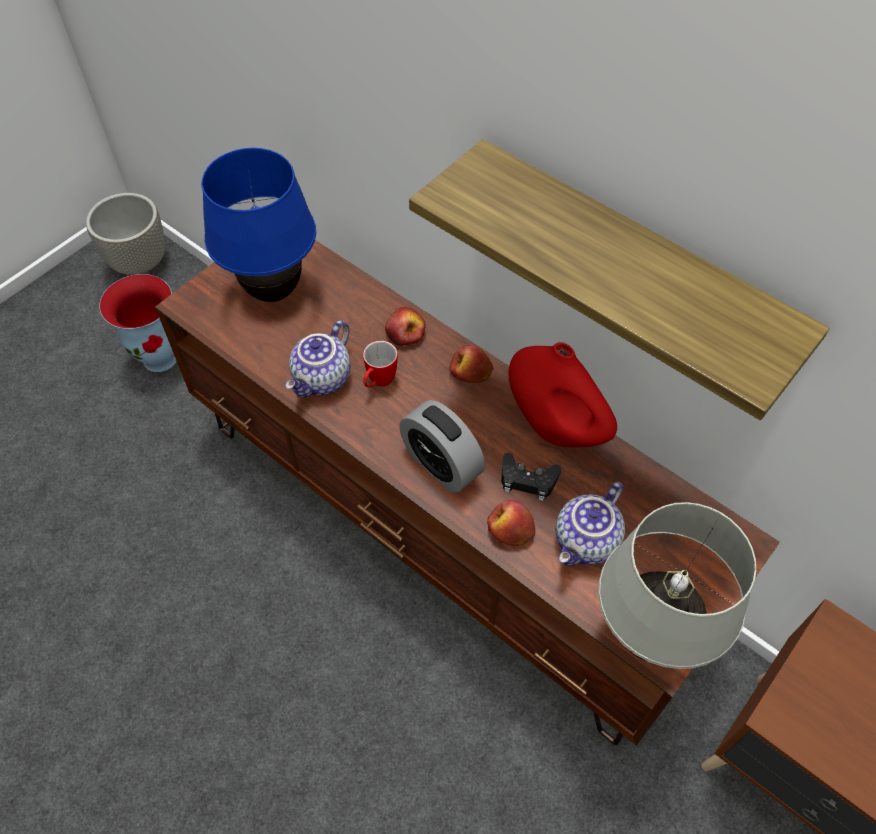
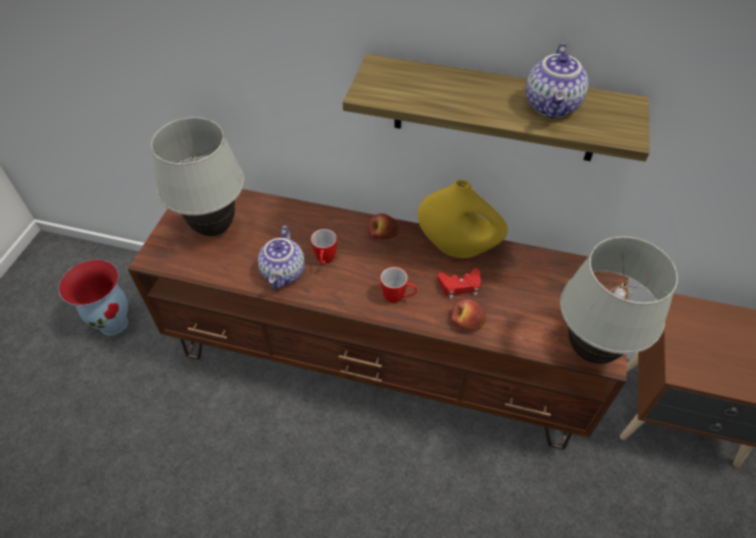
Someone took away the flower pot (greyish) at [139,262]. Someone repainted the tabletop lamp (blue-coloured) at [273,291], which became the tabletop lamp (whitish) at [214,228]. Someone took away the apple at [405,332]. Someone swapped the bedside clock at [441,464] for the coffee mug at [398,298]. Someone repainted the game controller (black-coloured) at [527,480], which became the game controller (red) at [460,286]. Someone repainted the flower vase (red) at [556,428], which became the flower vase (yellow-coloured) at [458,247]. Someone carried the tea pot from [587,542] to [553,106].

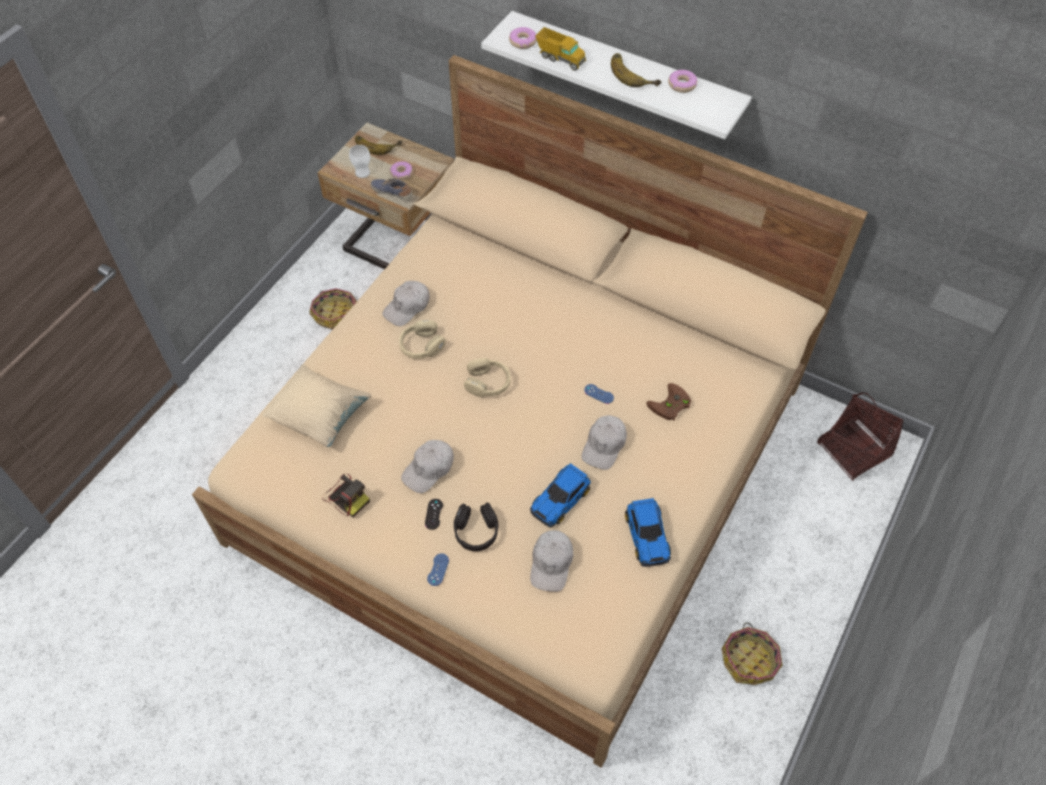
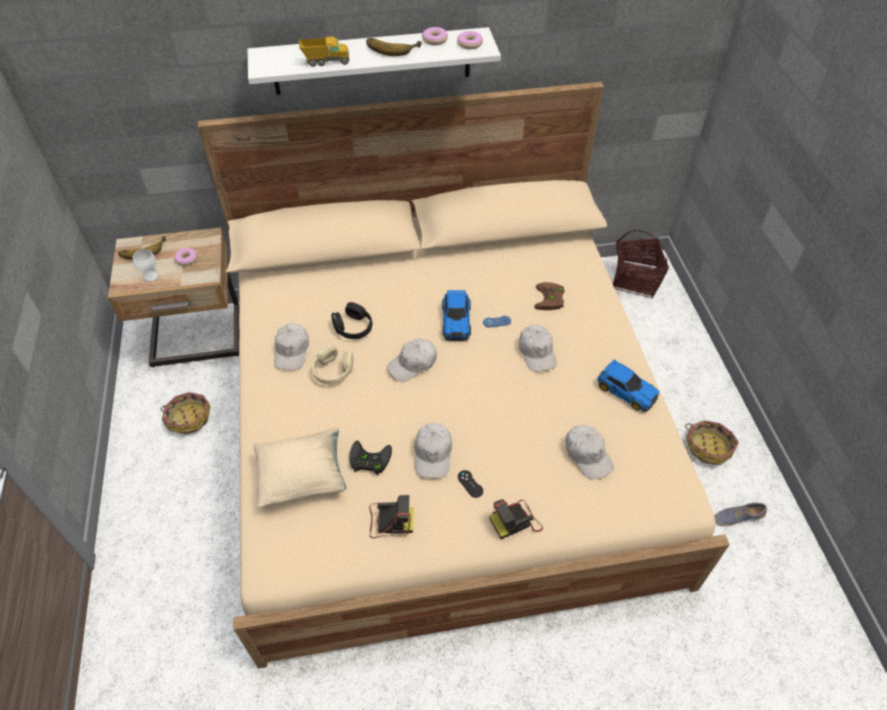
Someone carried the low shoe from [392,192] to [737,517]. Someone swapped the game controller (blue-coloured) at [438,569] for the photo camera at [515,521]. Someone carried the pair of headphones (black-coloured) from [476,531] to [353,327]. Someone swapped the pair of headphones (beige-coloured) at [488,383] for the baseball cap (whitish) at [413,364]. Someone carried the ring doughnut from [523,42] to [470,44]. Someone carried the toy car from [561,499] to [456,320]. Someone put down the game controller (black-coloured) at [368,460].

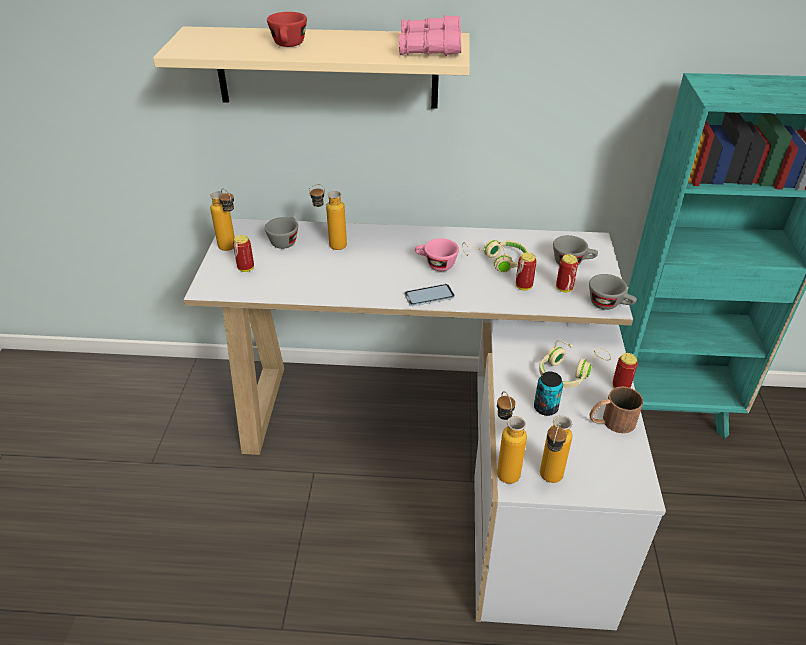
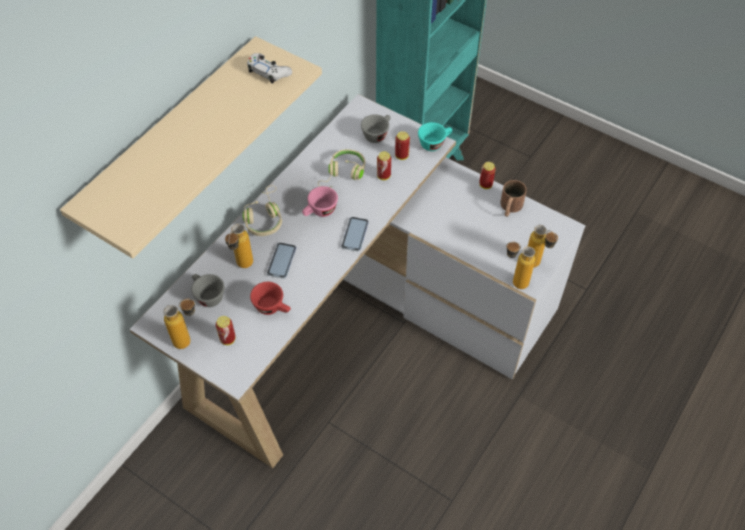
Someone carried the small cup (red) from [289,45] to [273,307]. Someone swapped the pair of binoculars (pink-coloured) at [429,47] for the game controller (whitish) at [268,72]. Someone took away the sealed can at [545,408]. Someone carried the pair of headphones (beige-coloured) from [569,372] to [264,218]. Someone repainted the small cup (greyish) at [609,304], which became the small cup (turquoise-coloured) at [434,143]. Someone put down the telephone at [281,261].

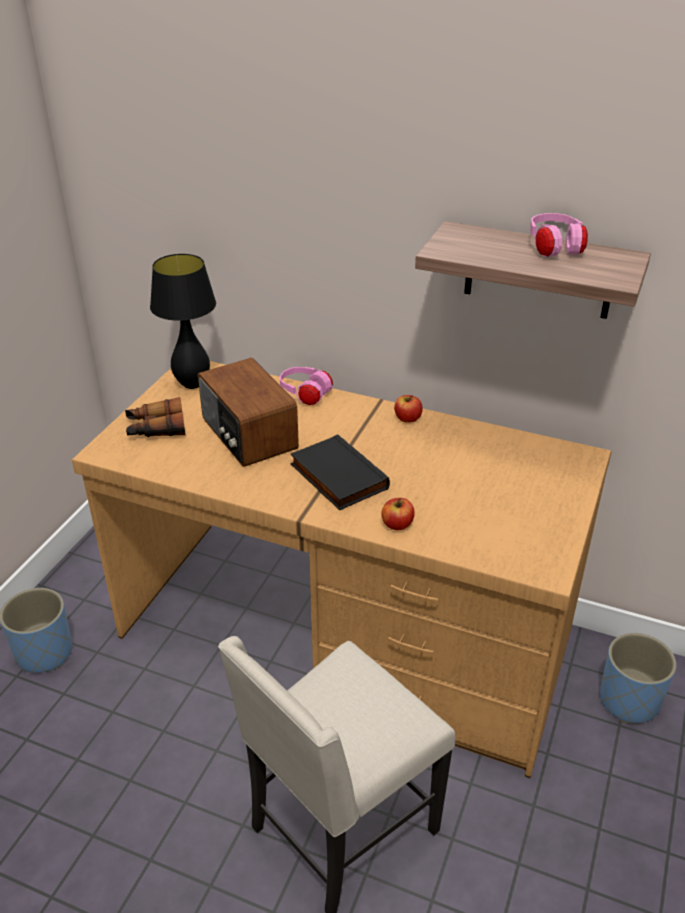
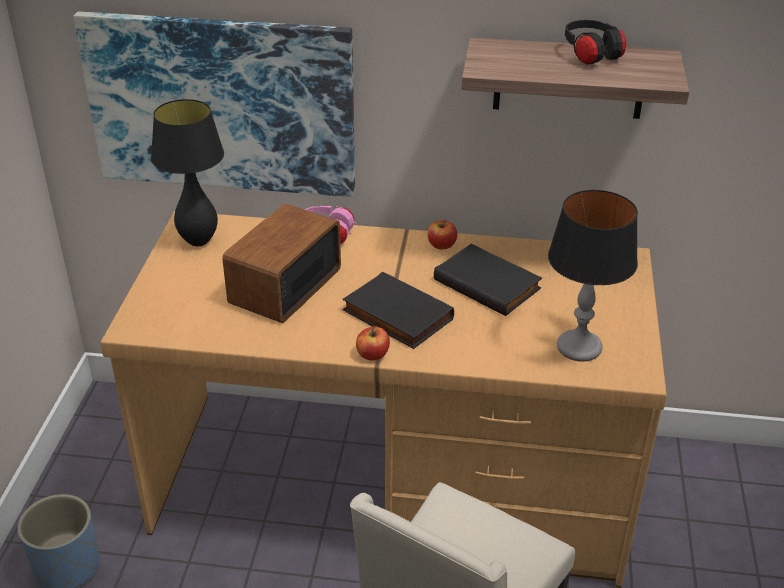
Someone took away the pair of binoculars at [156,428]. Someone rotated the radio set at [248,434] by 75 degrees clockwise. Someone carried the apple from [397,524] to [373,354]. Someone repainted the pair of headphones (pink-coloured) at [554,249], which became the pair of headphones (black-coloured) at [591,56]. Someone took away the flower pot (blue-coloured) at [629,701]. Someone put up the wall picture at [221,104]. Someone put down the volume (black-coloured) at [489,283]. Someone put down the tabletop lamp at [579,347].

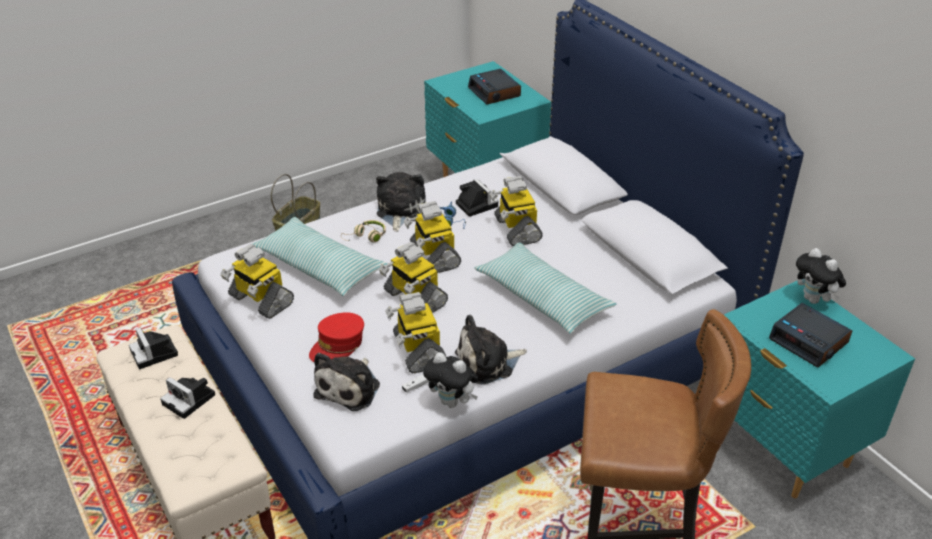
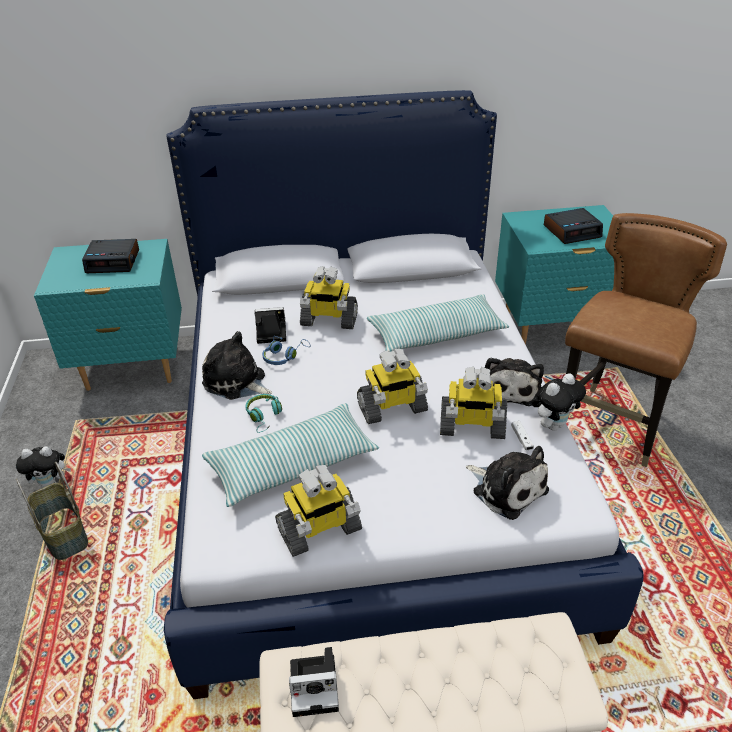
Someone took away the photo camera at [190,400]. Someone took away the baseball cap (red) at [338,345]. Someone repainted the pair of headphones (beige-coloured) at [366,237], which became the pair of headphones (turquoise-coloured) at [264,416]. Someone took away the model robot at [433,256]. Someone carried the cuddly toy from [814,300] to [51,484].

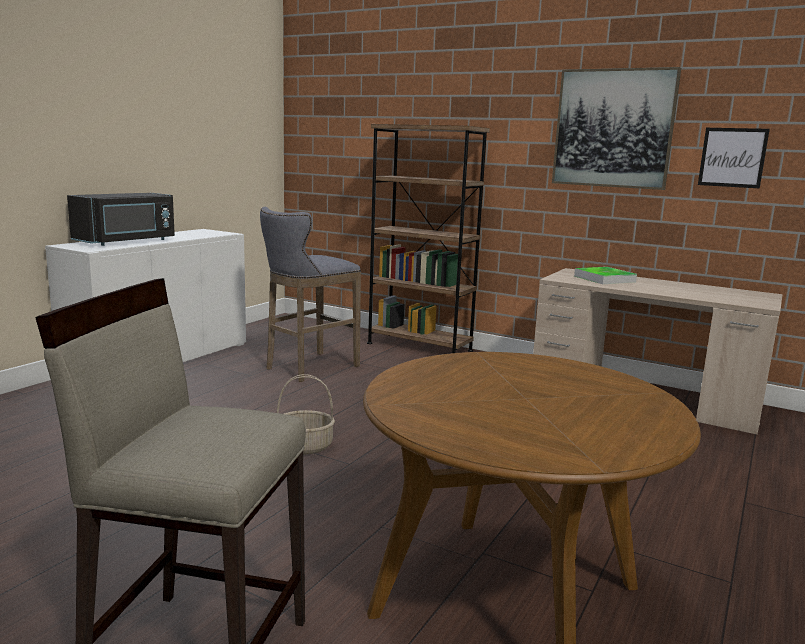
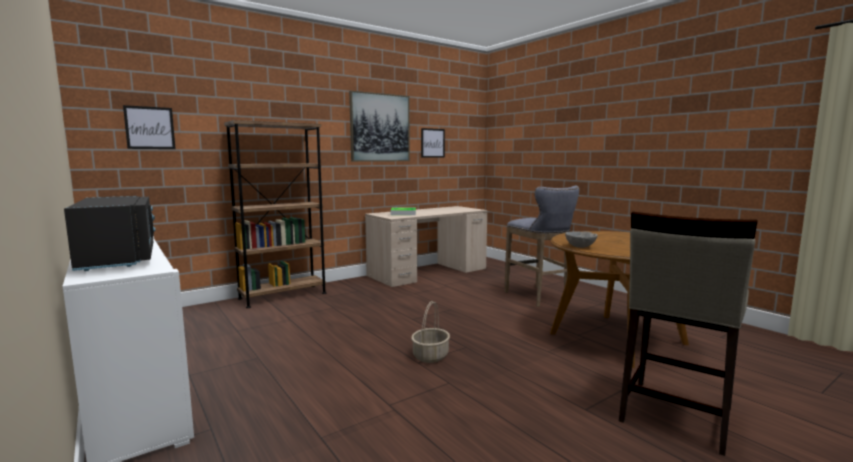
Someone carried the sitting stool (greyish) from [308,368] to [539,297]. Someone put up the wall picture at [150,128]. Someone put down the serving bowl (greyish) at [580,247].

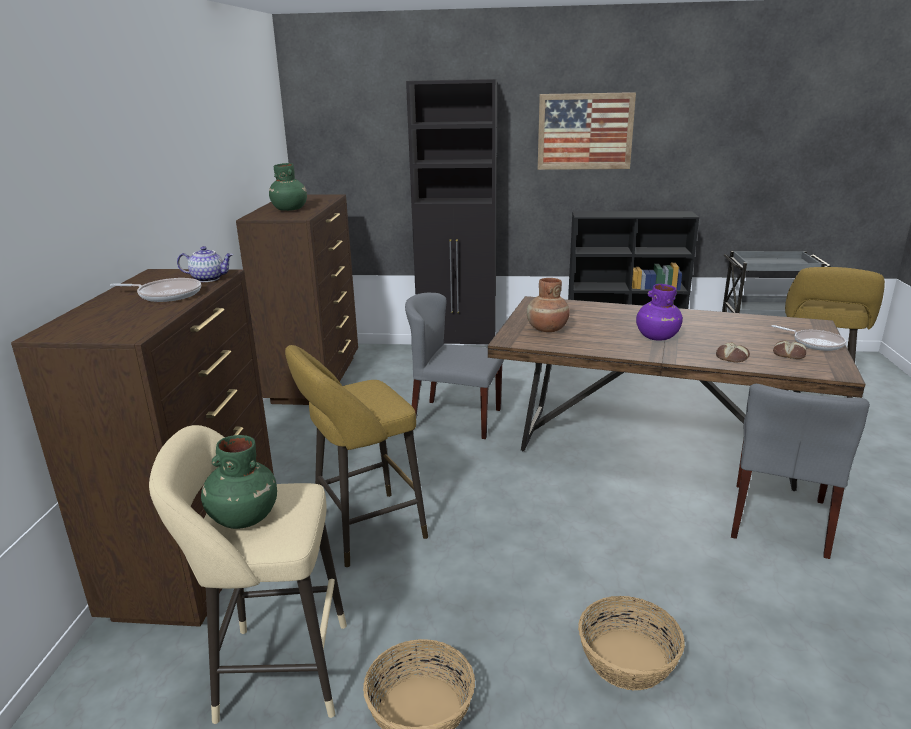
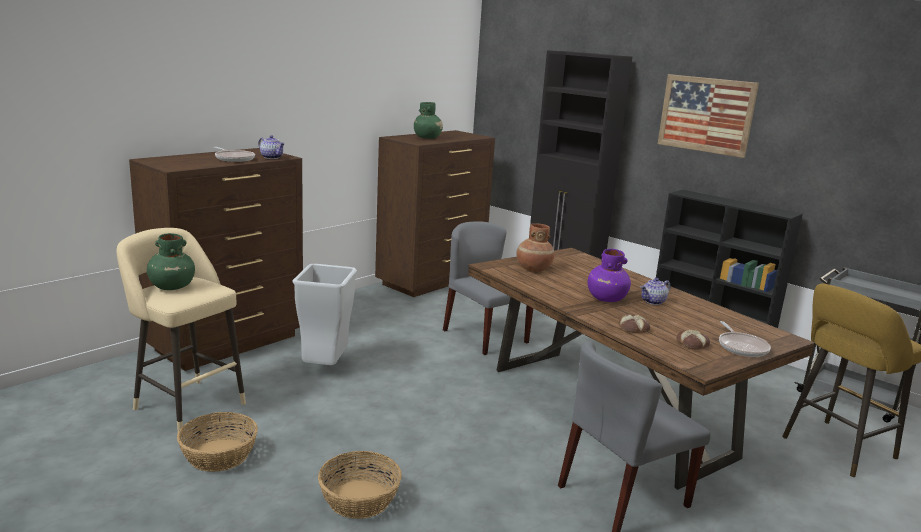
Someone swapped the sitting stool (yellow-coloured) at [363,530] for the trash can (greyish) at [325,368]. Someone put down the tea pot at [653,302].

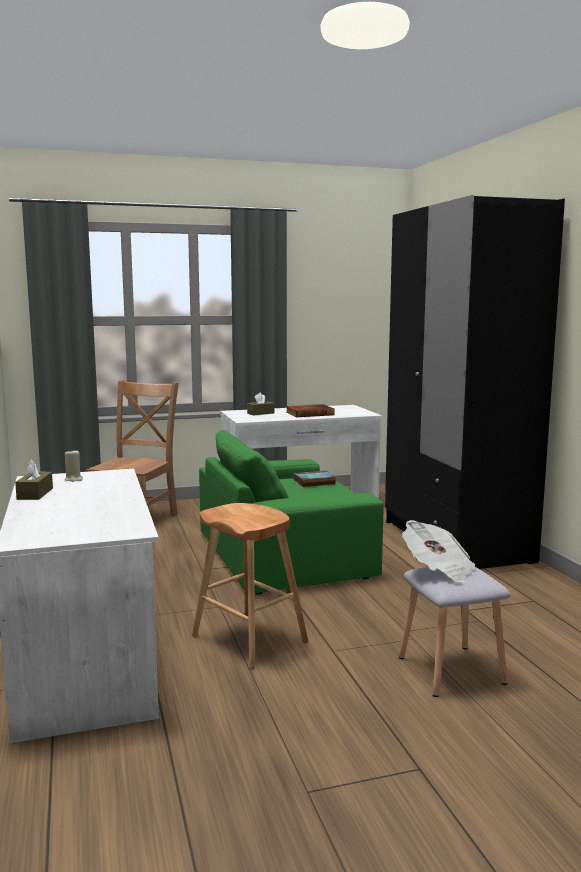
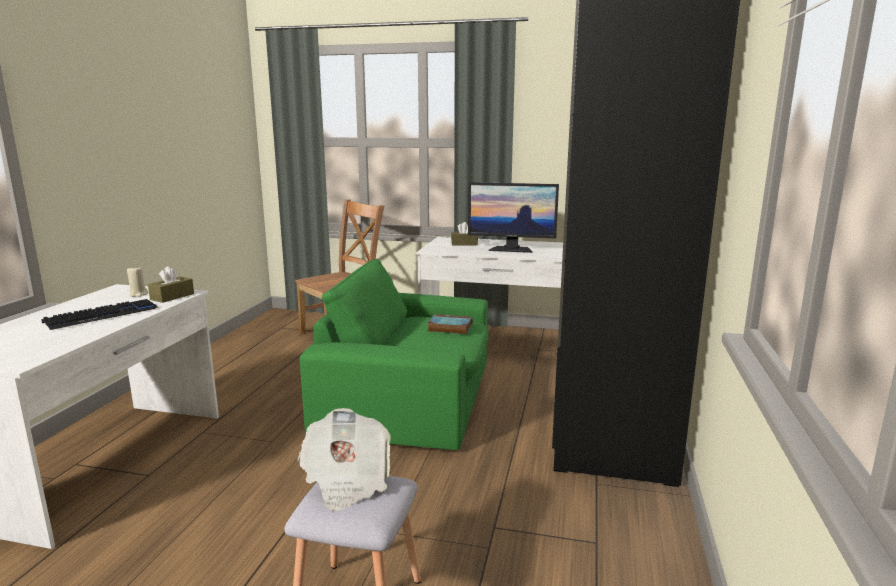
Someone carried the tissue box (brown-coloured) from [35,494] to [172,296]. Someone took away the sitting stool (brown-coloured) at [249,639]. Someone swapped the volume at [310,413] for the monitor at [511,249]. Someone put down the PC keyboard at [102,316].

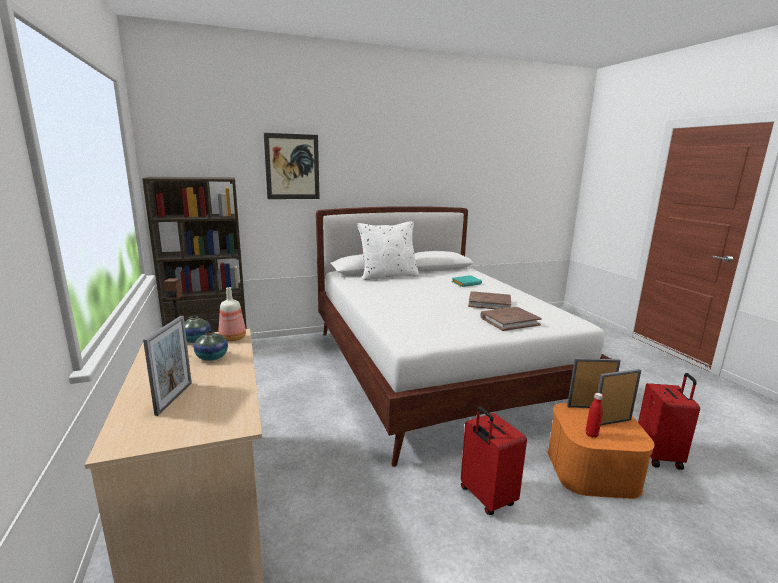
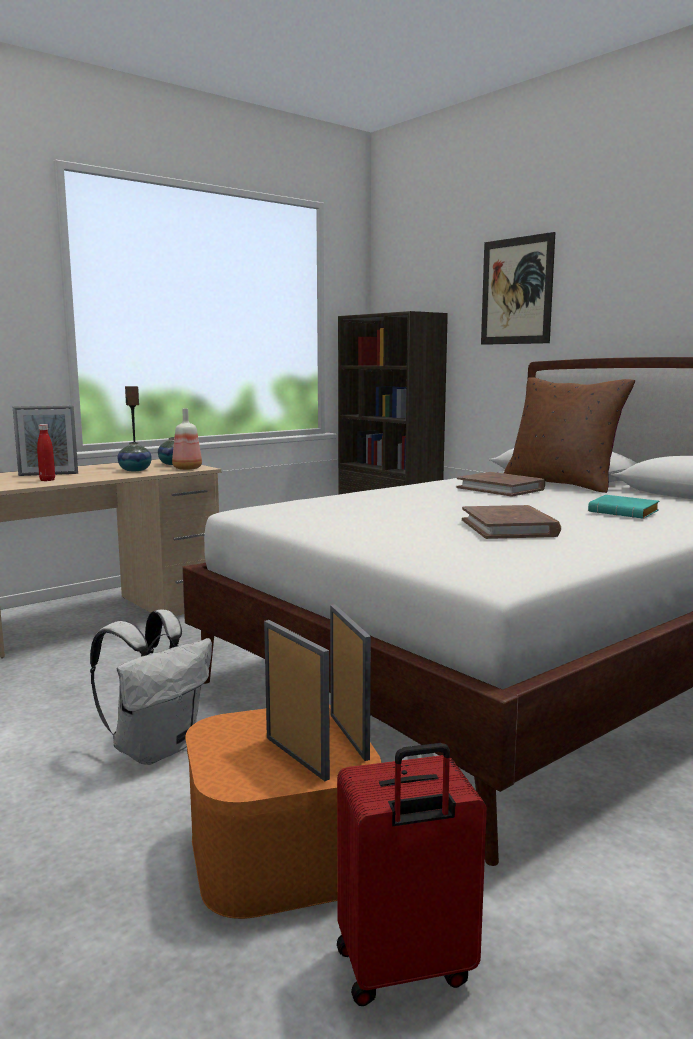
Someone repainted the pillow (whitish) at [388,276], which became the pillow (brown-coloured) at [562,483]. Someone swapped the travel case (red) at [486,497] for the rucksack (whitish) at [156,748]. Someone carried the volume (brown-coloured) from [509,321] to [501,488]. Someone carried the beverage bottle (red) from [591,435] to [47,480].

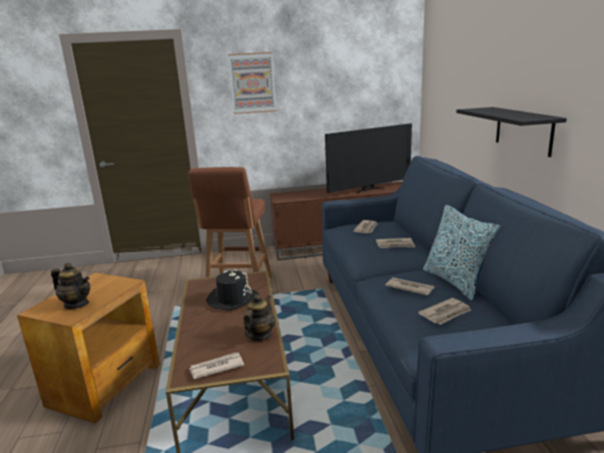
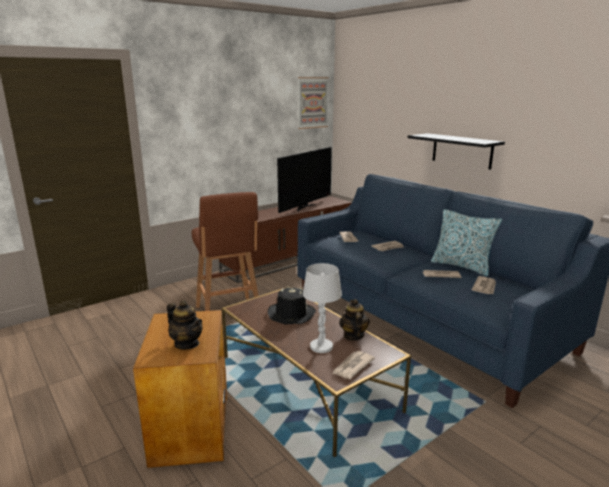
Someone rotated the tea pot at [76,304] by 45 degrees clockwise. Someone carried the wall picture from [252,83] to [312,102]. Someone put down the tabletop lamp (whitish) at [321,346].

